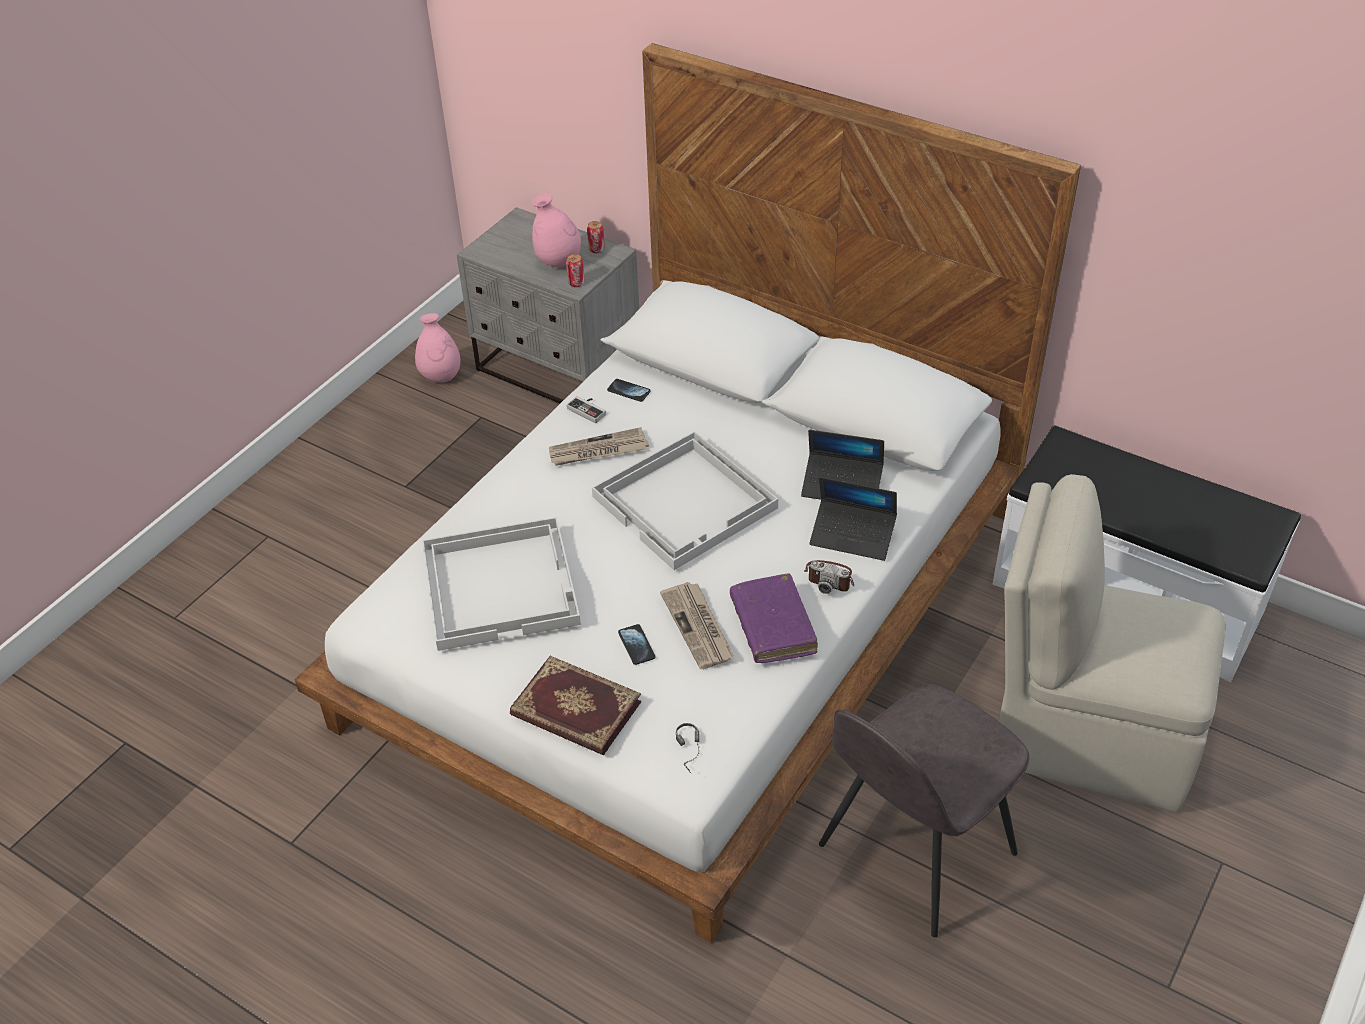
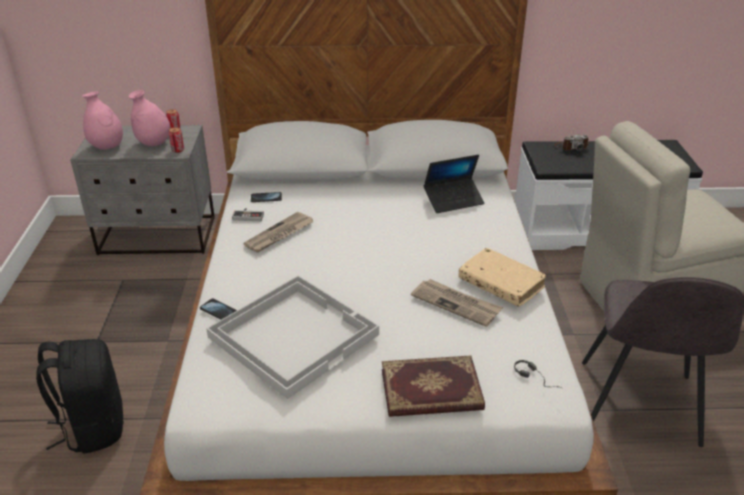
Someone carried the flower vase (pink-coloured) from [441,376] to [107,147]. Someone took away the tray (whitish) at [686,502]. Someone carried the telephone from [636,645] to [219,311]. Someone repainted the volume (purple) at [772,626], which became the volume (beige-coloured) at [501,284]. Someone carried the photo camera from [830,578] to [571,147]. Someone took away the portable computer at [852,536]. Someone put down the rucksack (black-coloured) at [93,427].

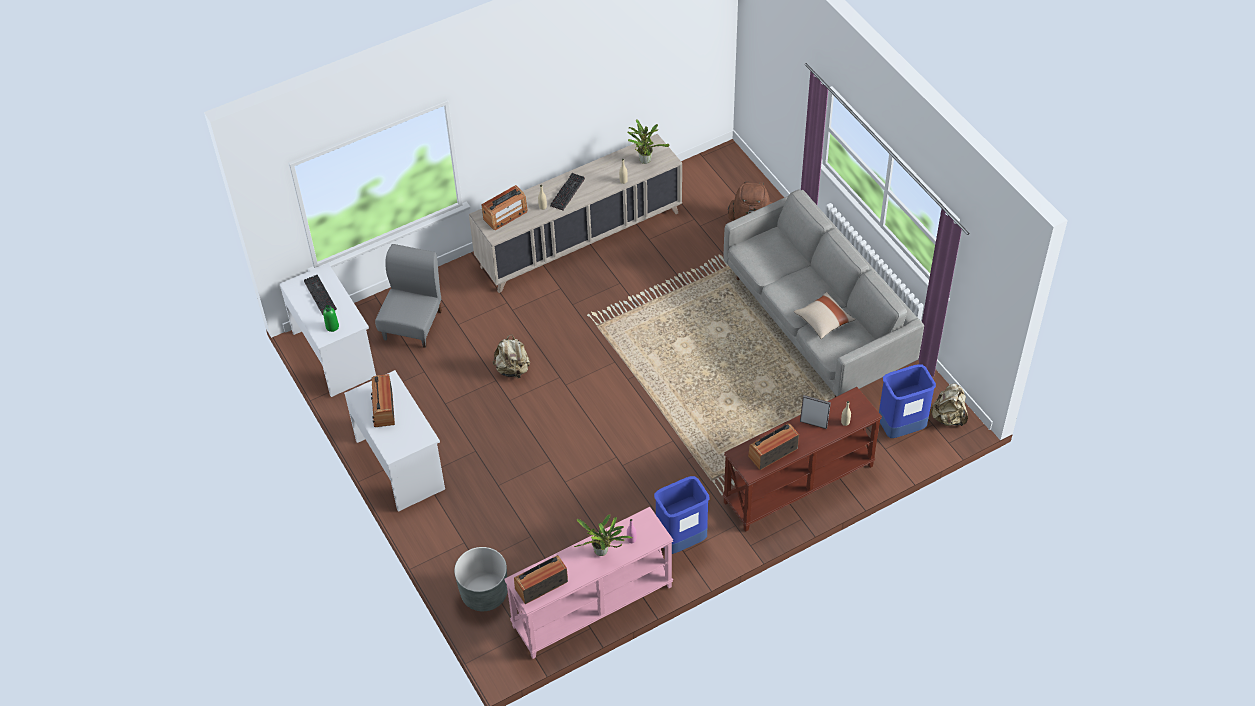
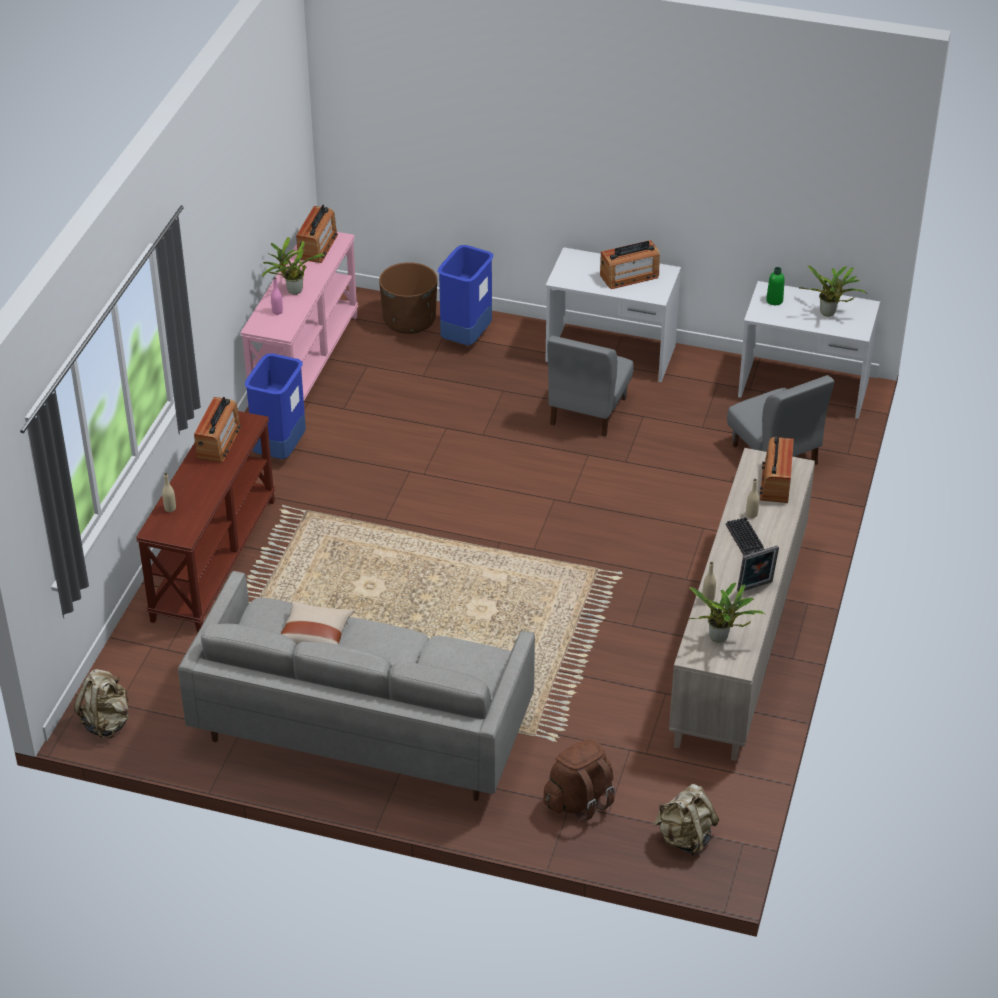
Someone swapped the PC keyboard at [319,295] for the houseplant at [829,314]. Someone rotated the radio set at [383,408] by 120 degrees clockwise. Someone repainted the flower pot (greyish) at [484,593], which became the flower pot (brown-coloured) at [409,321]. Someone carried the rucksack (beige-coloured) from [513,369] to [685,838]. Someone carried the photo frame from [814,423] to [755,587]. Someone carried the trash can (blue-coloured) from [901,428] to [466,337]. Someone put down the plain chair (greyish) at [587,411].

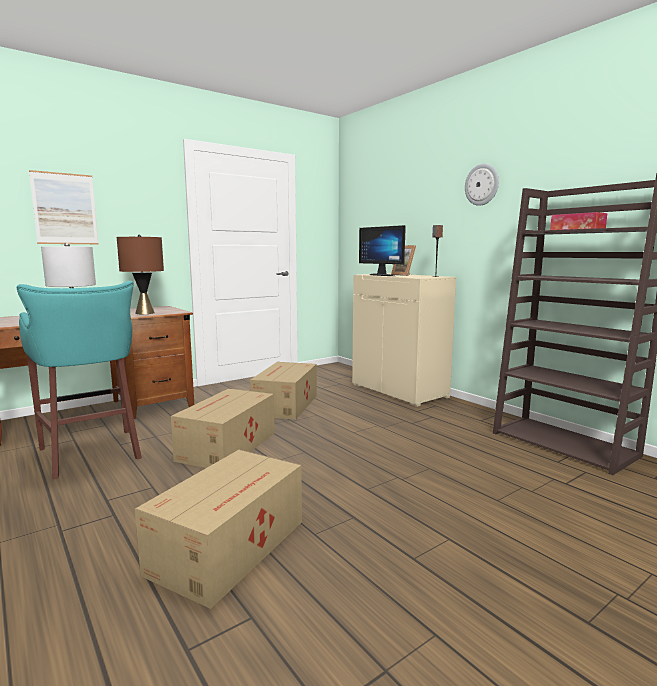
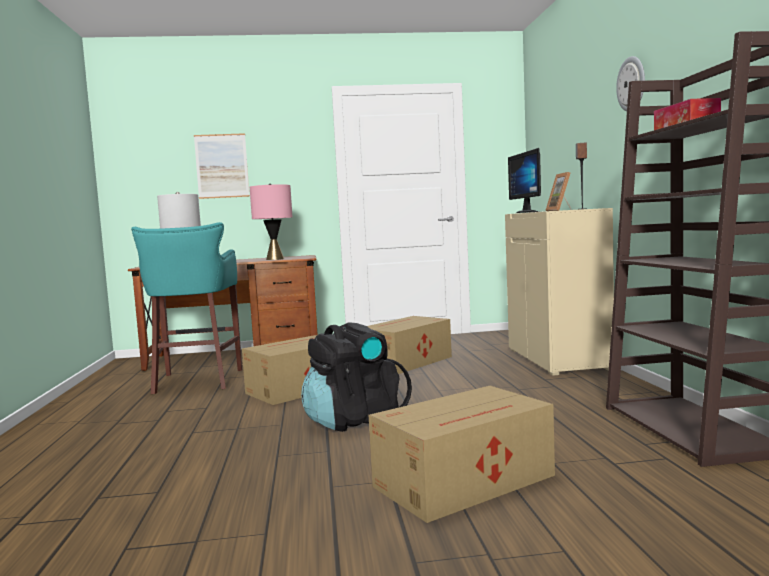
Someone repainted the tabletop lamp (brown-coloured) at [145,313], which became the tabletop lamp (pink-coloured) at [275,259]. Someone carried the carton from [231,545] to [466,480]. Someone put down the rucksack (black-coloured) at [354,420].

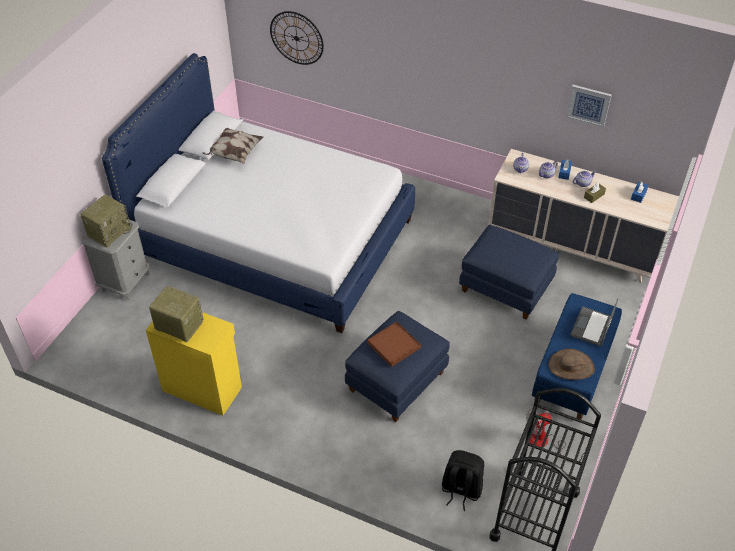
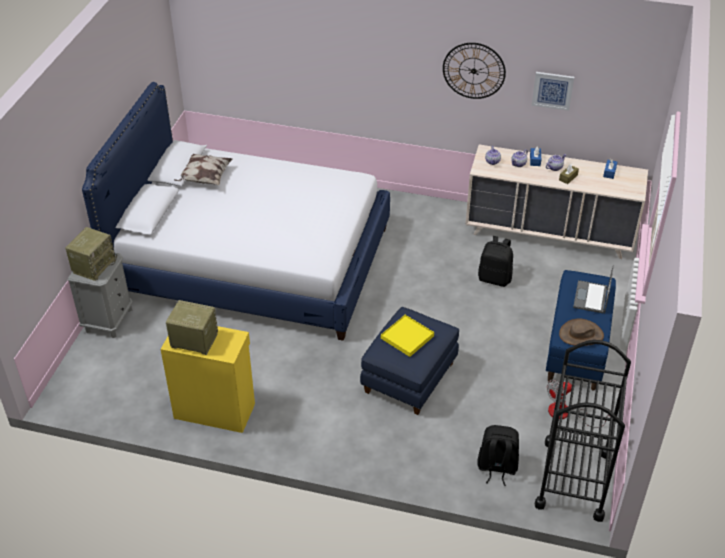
Someone carried the hanging clock from [296,38] to [473,71]. Someone repainted the tray (brown-coloured) at [394,345], which became the tray (yellow-coloured) at [407,337]. Someone swapped the pouffe (blue-coloured) at [506,287] for the rucksack (black-coloured) at [495,278].

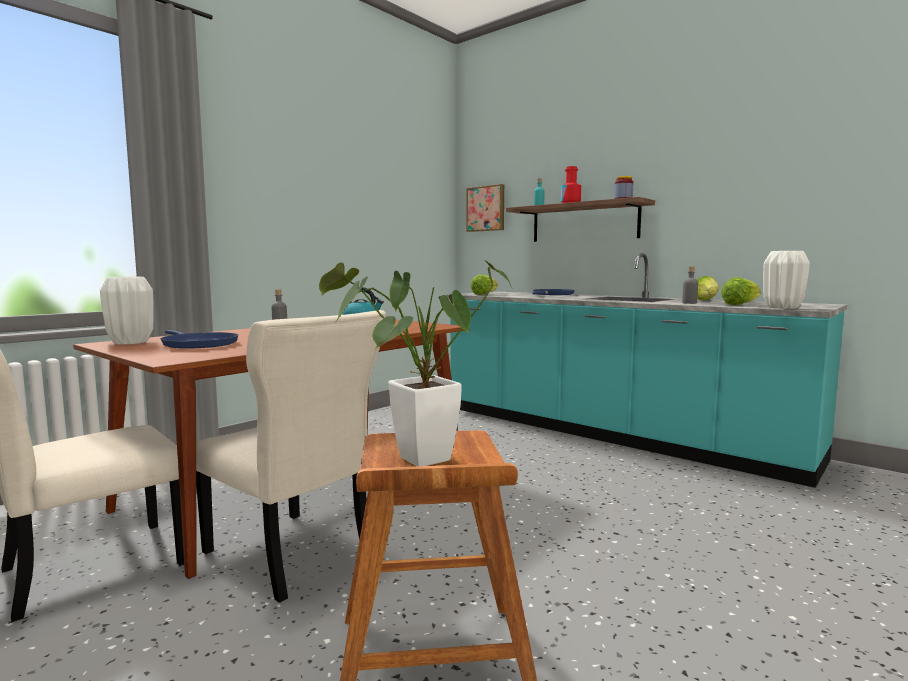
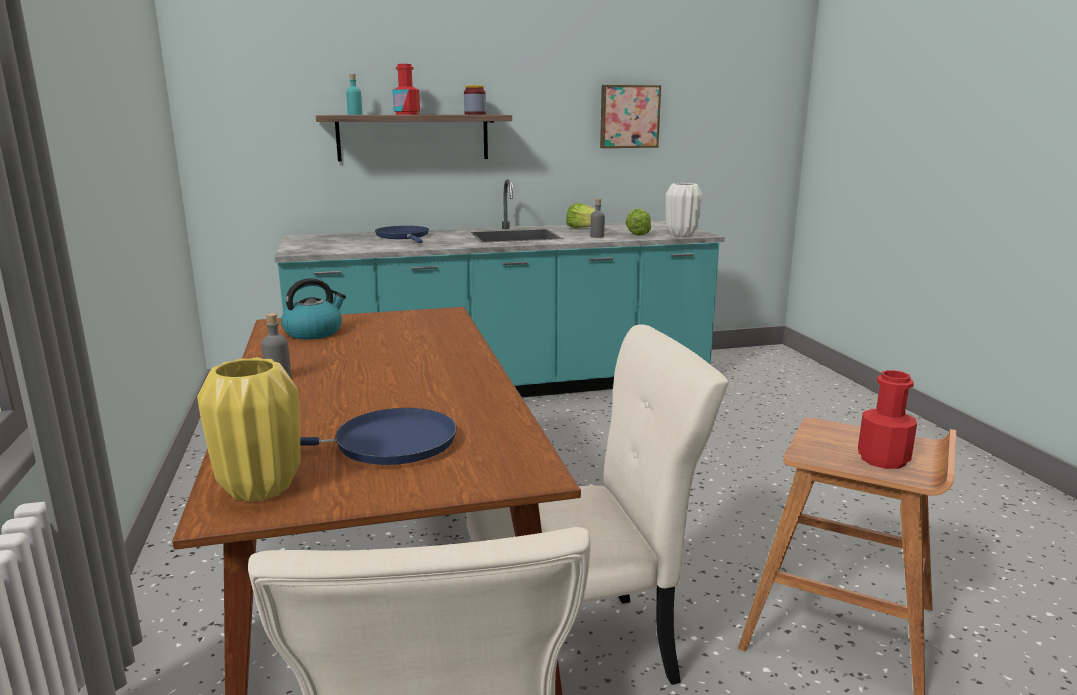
Someone repainted the flower vase (whitish) at [131,342], which became the flower vase (yellow-coloured) at [260,488]. Someone swapped the houseplant at [413,461] for the beverage bottle (red) at [883,459]. Someone carried the wall picture from [486,208] to [629,116]. Someone took away the lettuce head at [484,294].

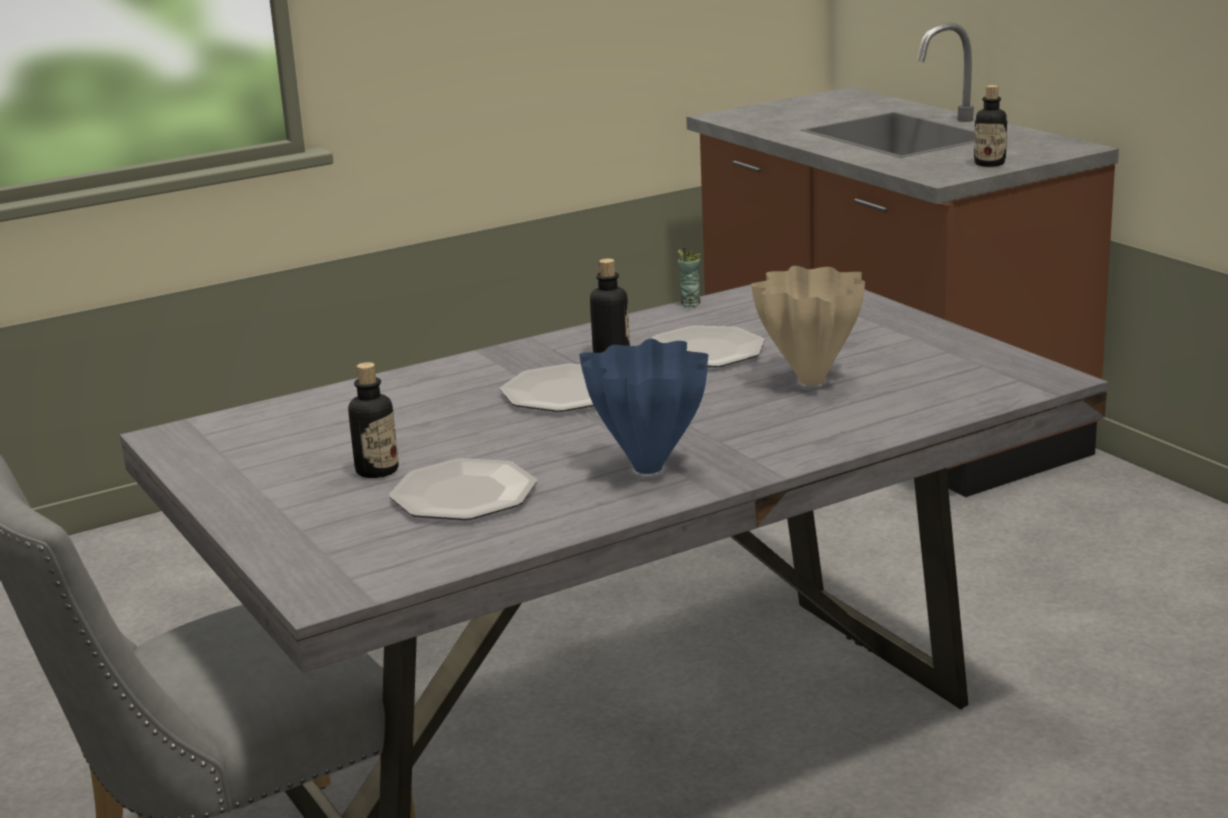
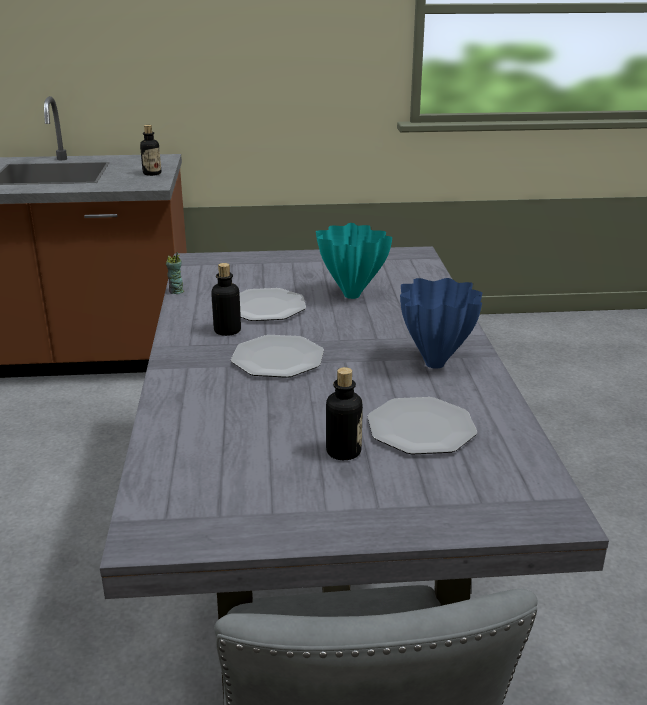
Someone repainted the flower vase (beige-coloured) at [811,380], which became the flower vase (turquoise-coloured) at [350,295].

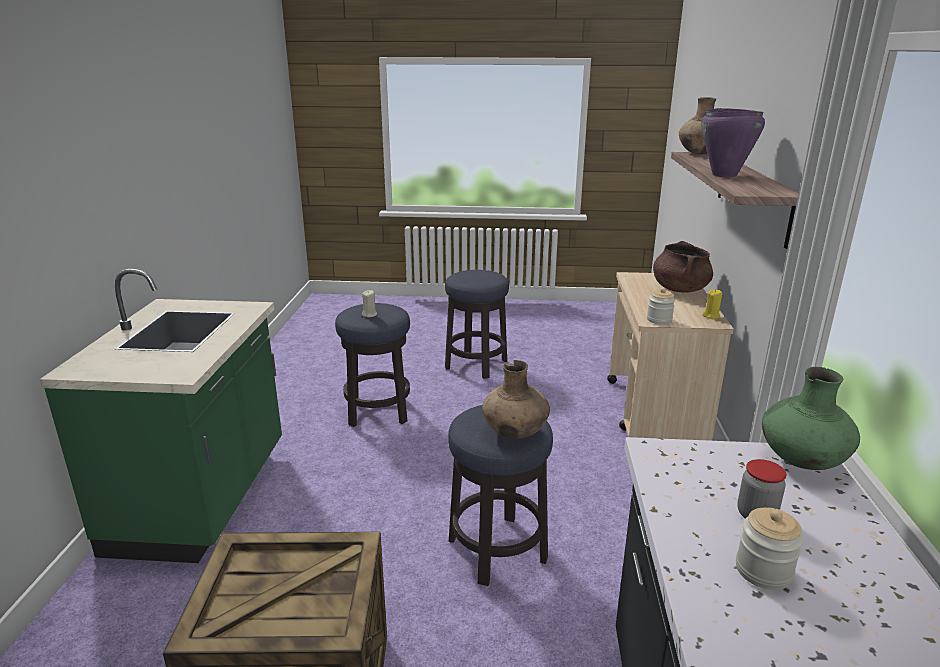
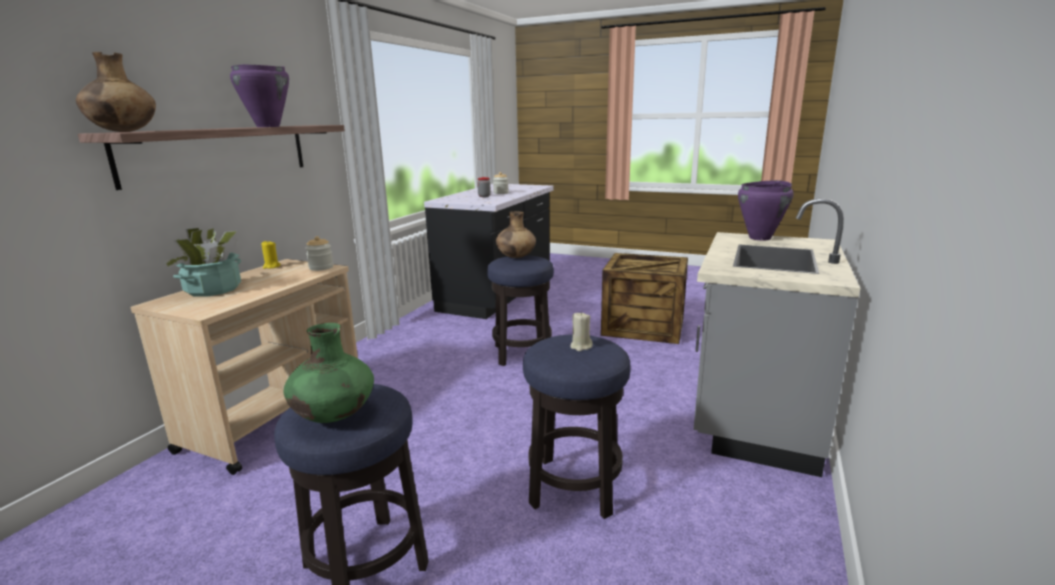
Someone repainted the kitchen base unit (green) at [203,499], which became the kitchen base unit (greyish) at [753,415]. Someone swapped the cooking pot (brown-coloured) at [680,289] for the houseplant at [213,289]. Someone carried the flower vase (green) from [801,461] to [334,416]. Someone put down the cooking pot (purple) at [760,238].

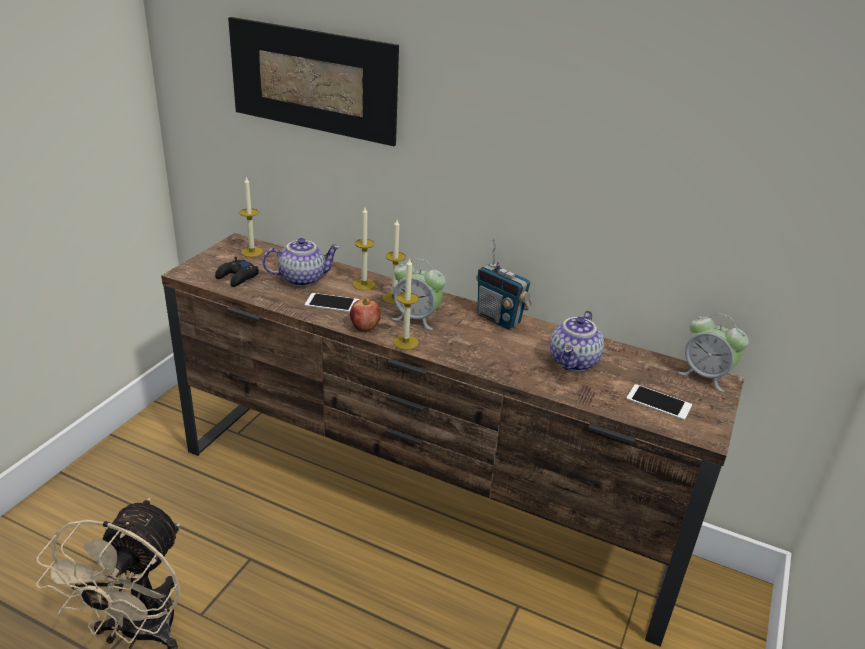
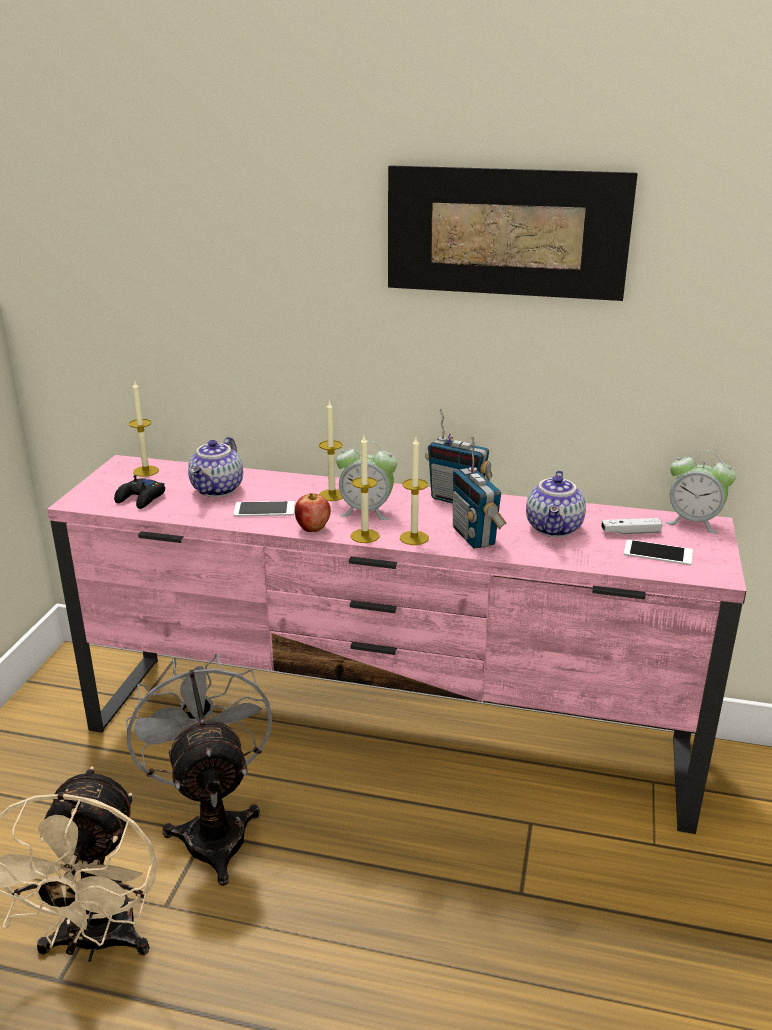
Someone repainted the tv unit (brown-coloured) at [423,504], which became the tv unit (pink-coloured) at [388,737]. Someone carried the wall picture from [312,80] to [506,232]. Someone rotated the tea pot at [302,278] by 135 degrees clockwise. Someone carried the wax light from [364,284] to [414,538]. Someone put down the cooling fan (greyish) at [213,829]. Someone put down the radio set at [475,537]. Someone put down the game controller (whitish) at [630,532].

